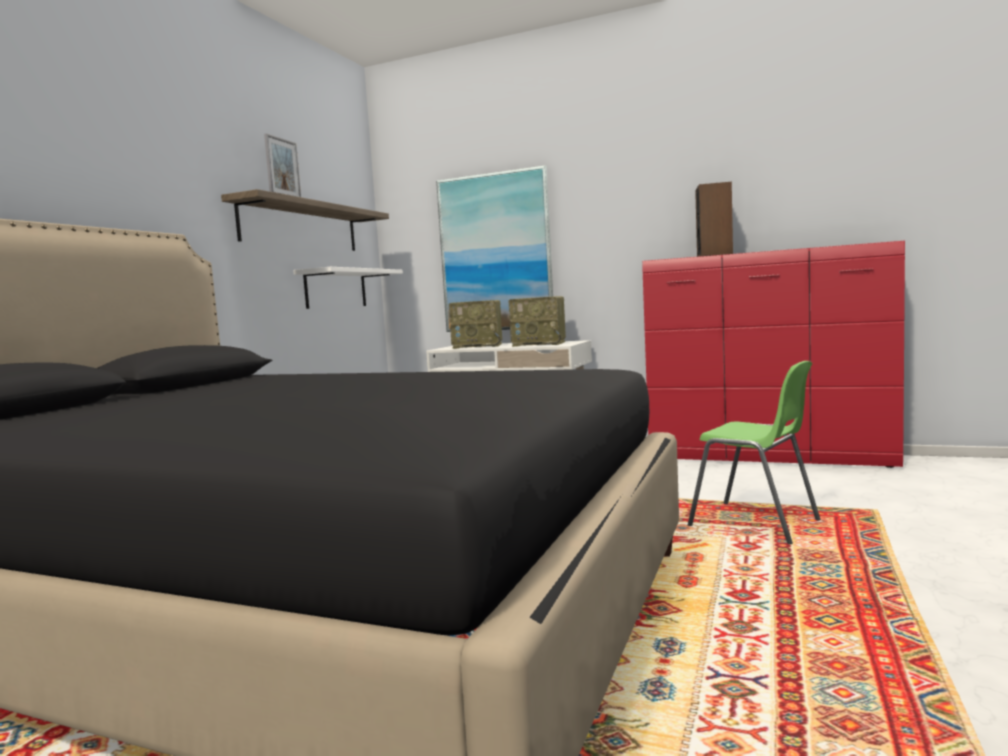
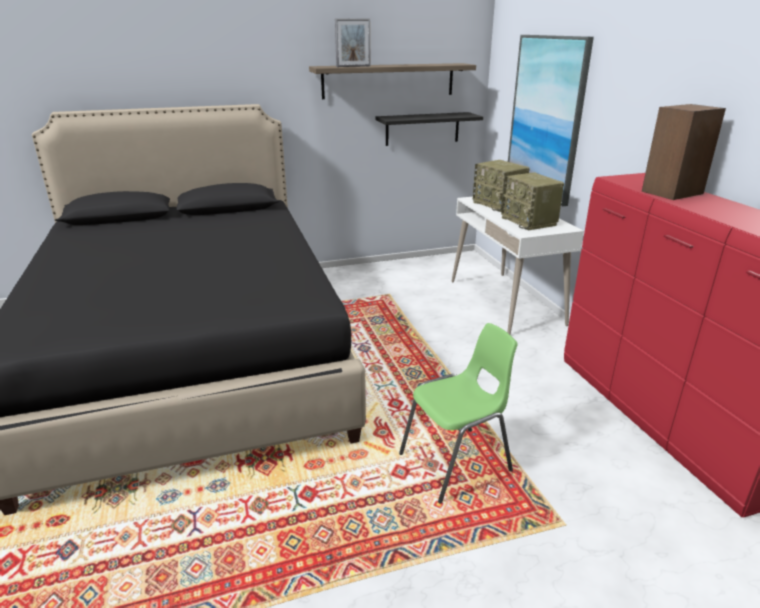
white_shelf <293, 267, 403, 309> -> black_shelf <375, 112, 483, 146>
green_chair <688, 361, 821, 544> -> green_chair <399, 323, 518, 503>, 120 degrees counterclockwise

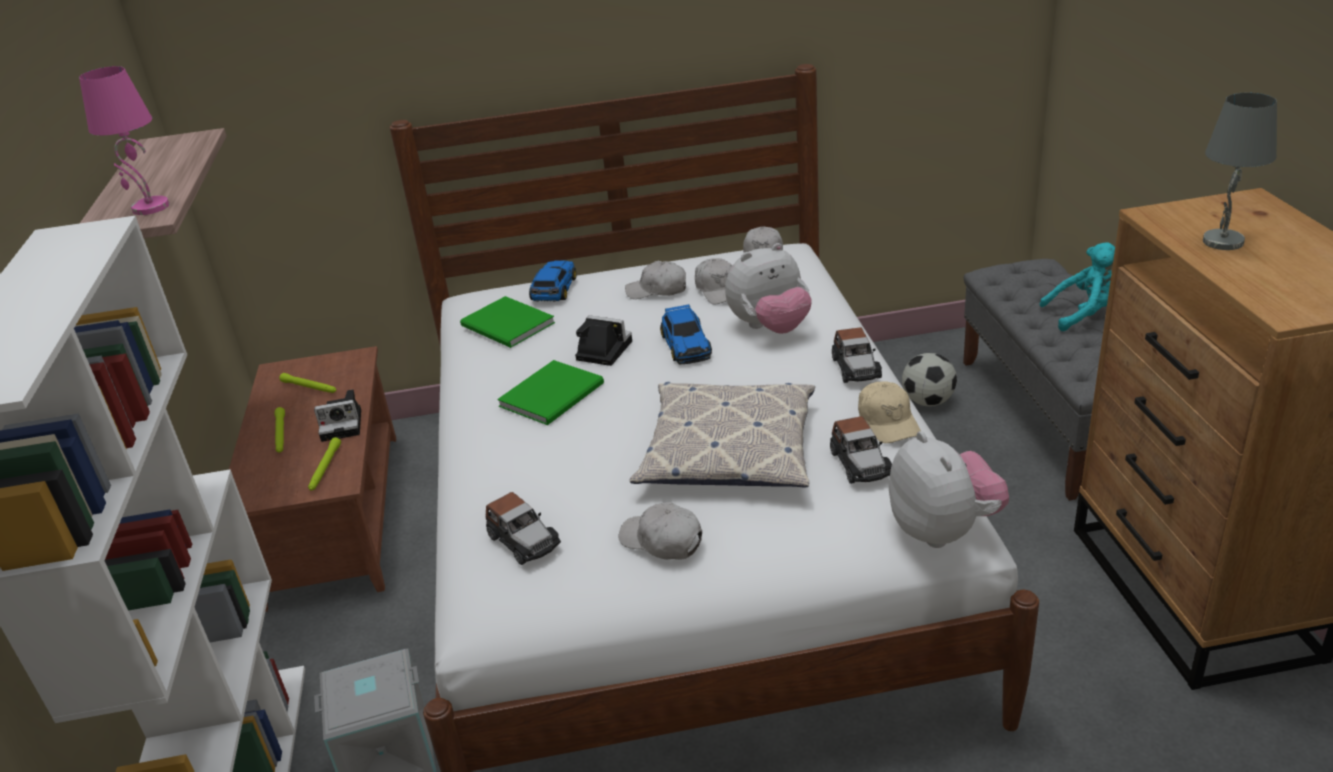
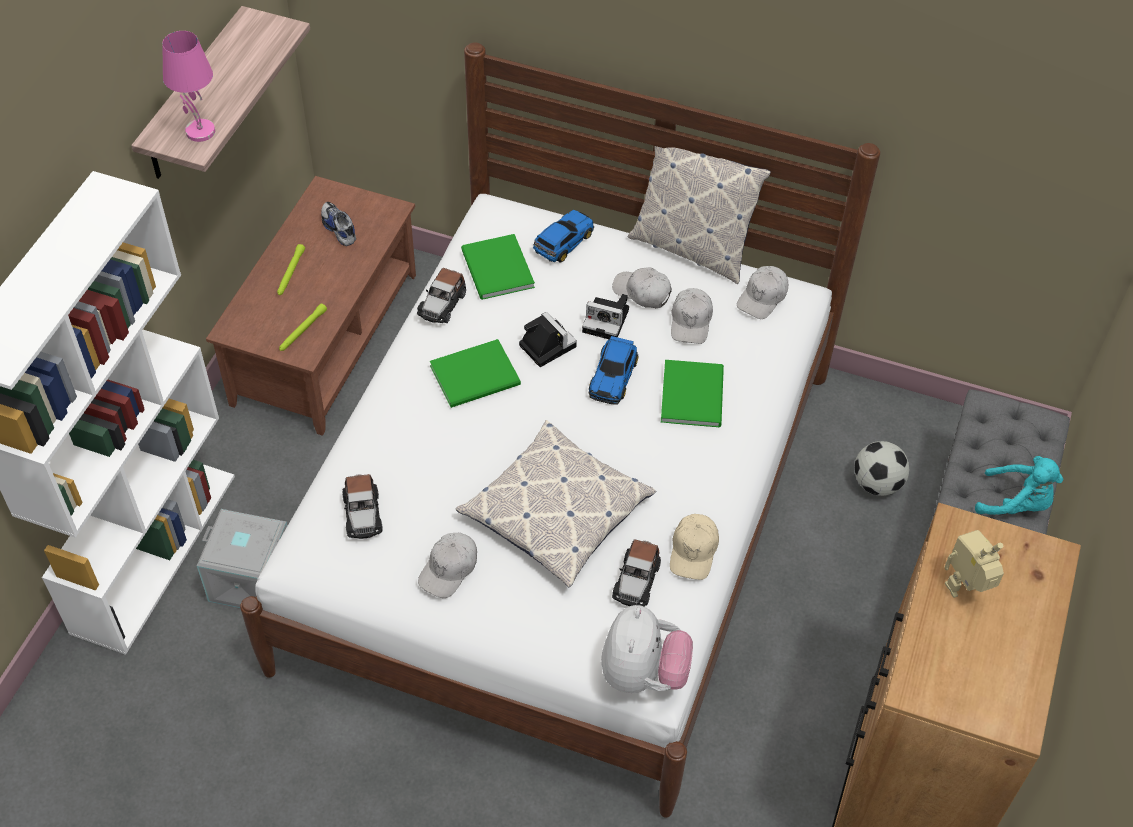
green_flashlight <279, 373, 336, 393> -> shoe <321, 202, 356, 246>
toy_car <832, 327, 882, 383> -> toy_car <417, 268, 466, 323>, move
white_cap <618, 502, 702, 560> -> white_cap <418, 533, 477, 598>, 120 degrees counterclockwise
photo_camera <314, 389, 361, 442> -> photo_camera <582, 294, 629, 339>, move
none -> pillow <628, 146, 771, 284>
plush_toy <725, 243, 812, 334> -> green_book <661, 360, 724, 427>
grey_table_lamp <1203, 93, 1277, 250> -> toy_robot <944, 530, 1004, 598>

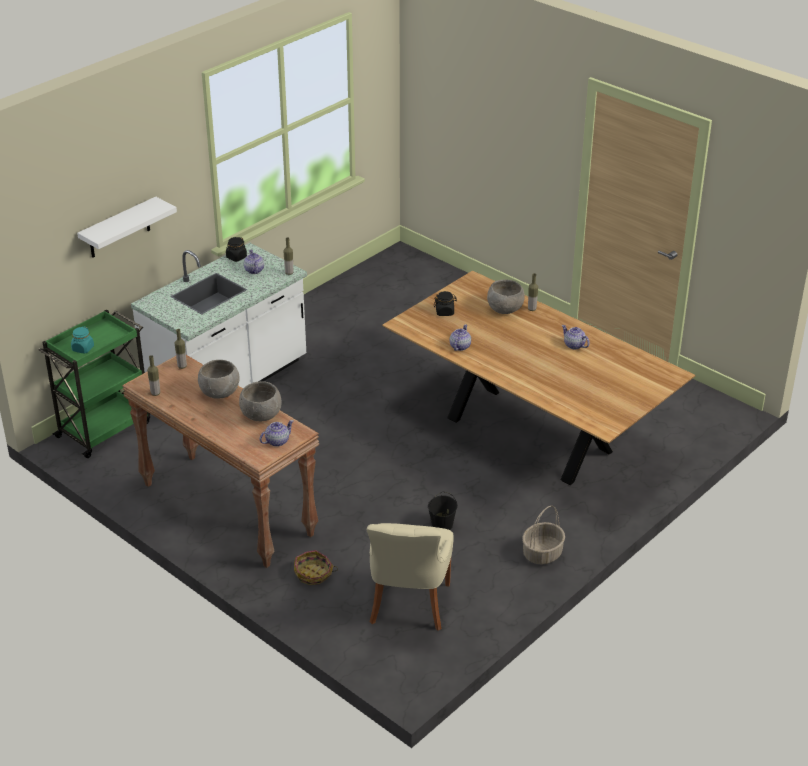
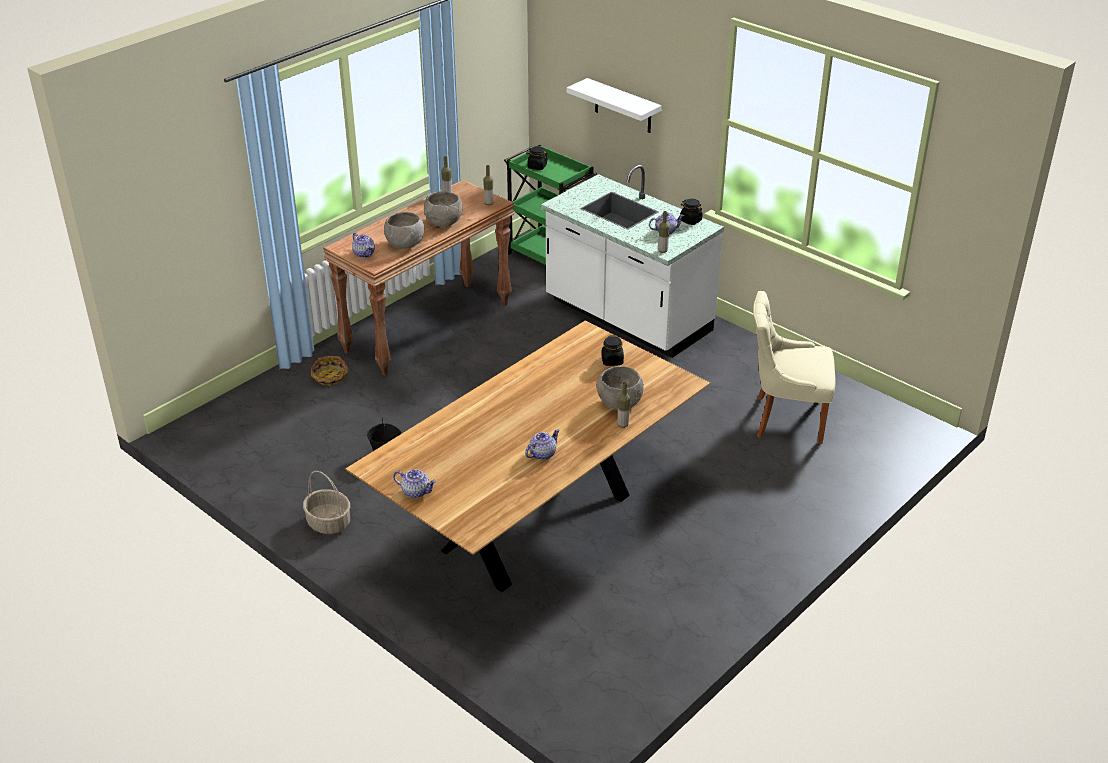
teapot <450, 324, 471, 351> -> teapot <393, 469, 437, 498>, move
turquoise_jar <71, 326, 94, 353> -> black_jar <526, 146, 548, 170>
beige_chair <367, 523, 454, 631> -> beige_chair <753, 291, 836, 444>, move

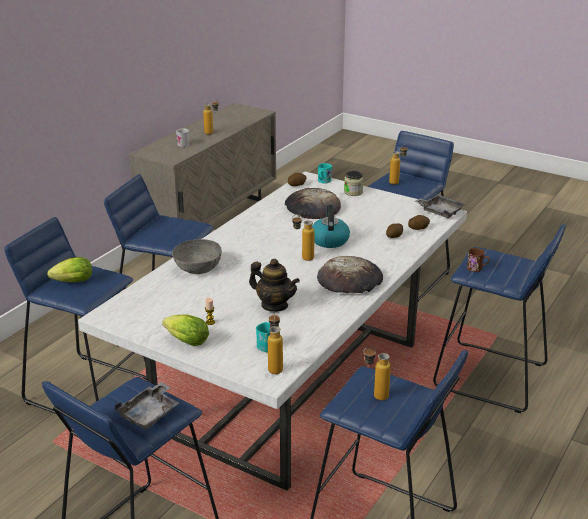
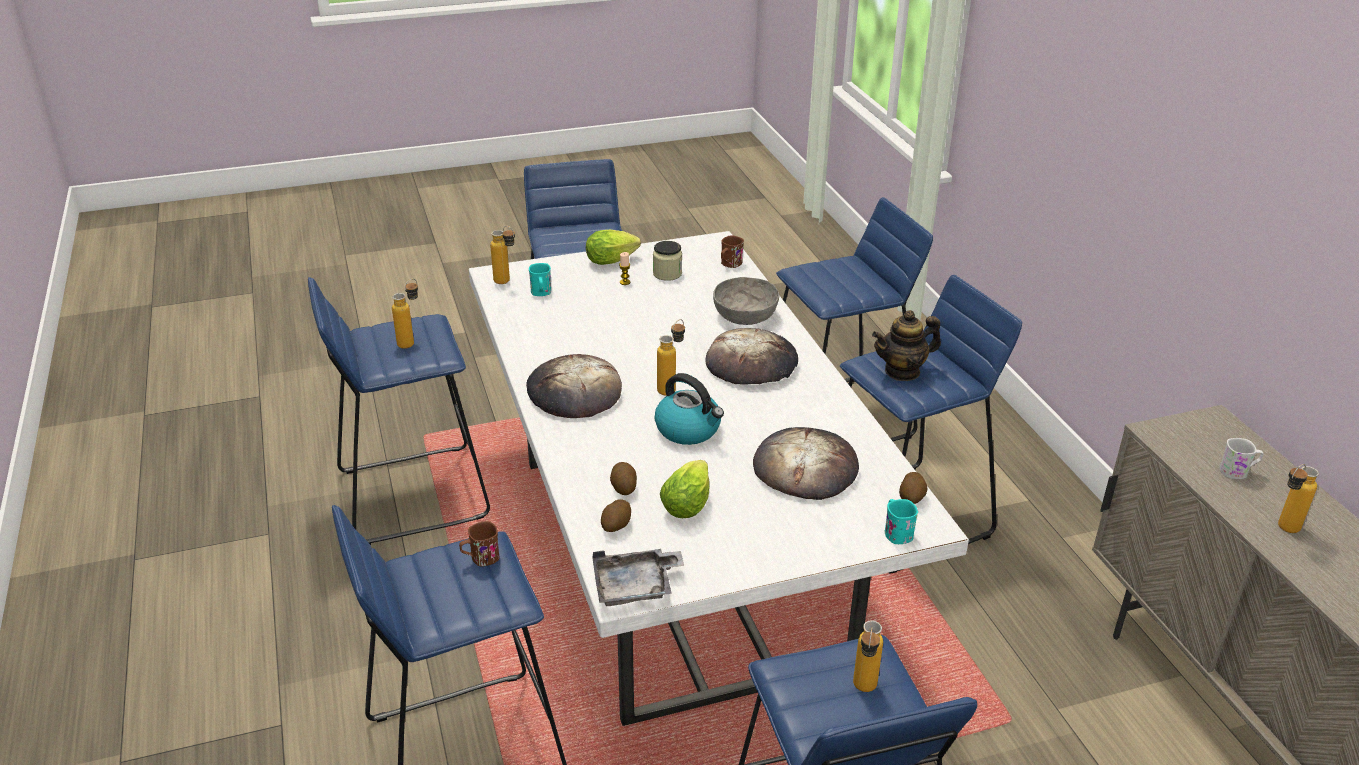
jar <344, 171, 363, 196> -> jar <653, 241, 682, 281>, move
lettuce <47, 257, 92, 282> -> lettuce <660, 460, 710, 518>, move
none -> bread <705, 328, 798, 385>
none -> brown_mug <721, 235, 744, 268>
teapot <249, 259, 300, 312> -> teapot <872, 310, 941, 381>, move
grey_tray <115, 382, 179, 429> -> none

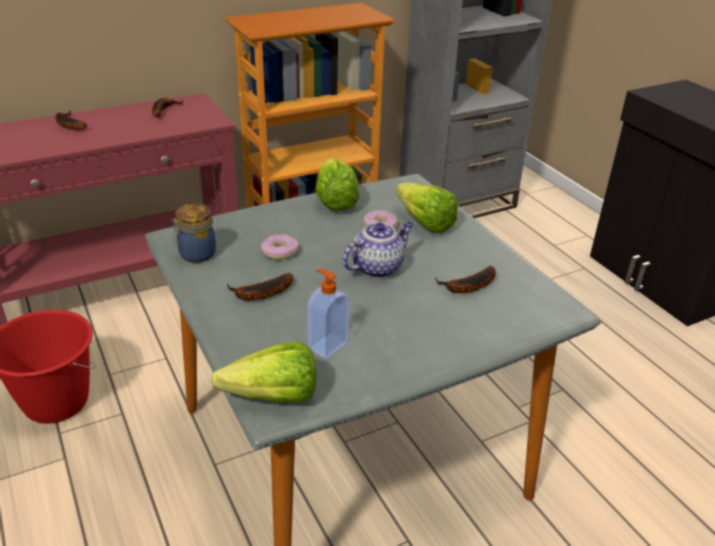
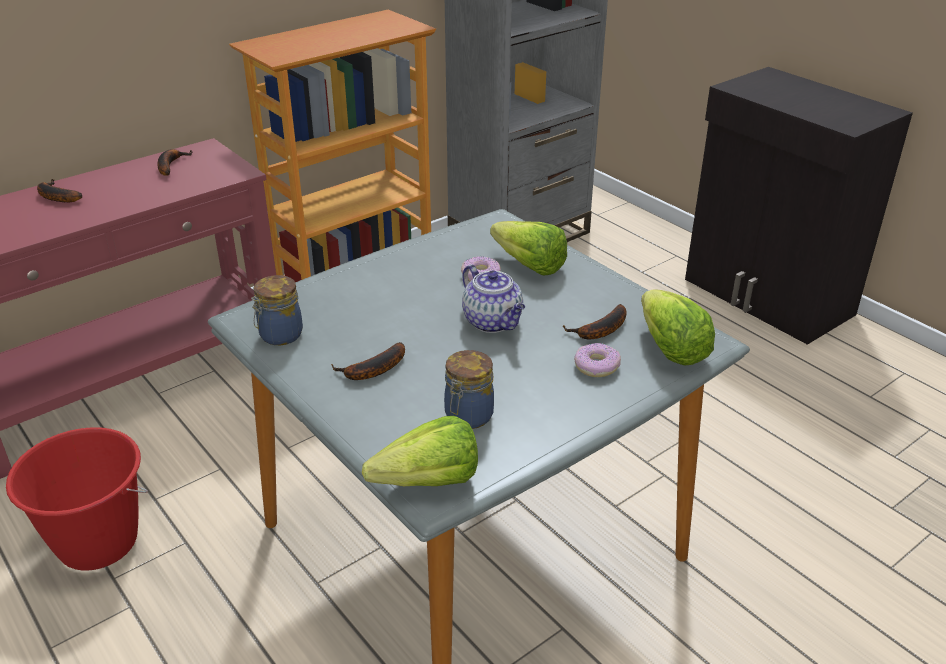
soap_dispenser <307, 269, 350, 359> -> jar <444, 350, 494, 429>
teapot <342, 222, 413, 278> -> teapot <462, 264, 525, 333>, 105 degrees clockwise
donut <261, 234, 299, 260> -> donut <574, 343, 621, 377>, move
lettuce <315, 158, 360, 211> -> lettuce <641, 289, 715, 366>, move

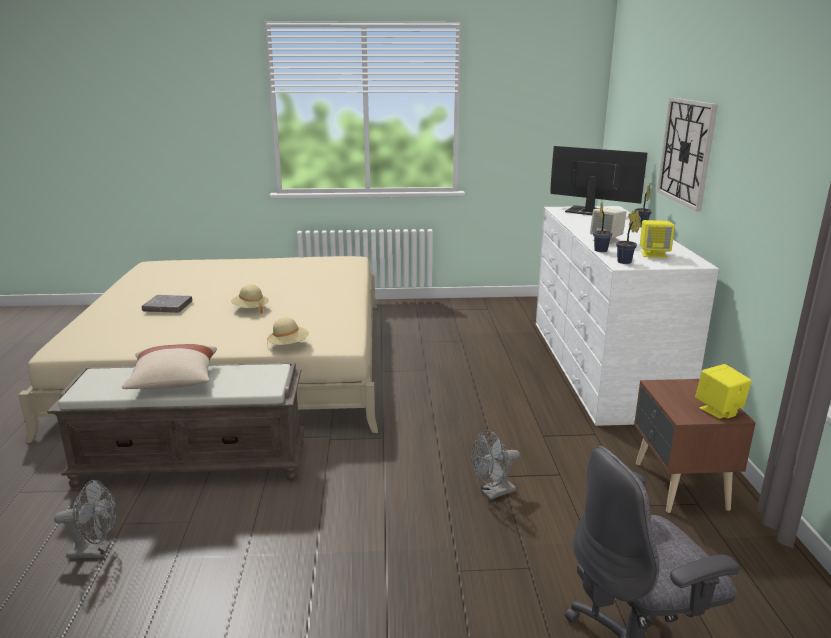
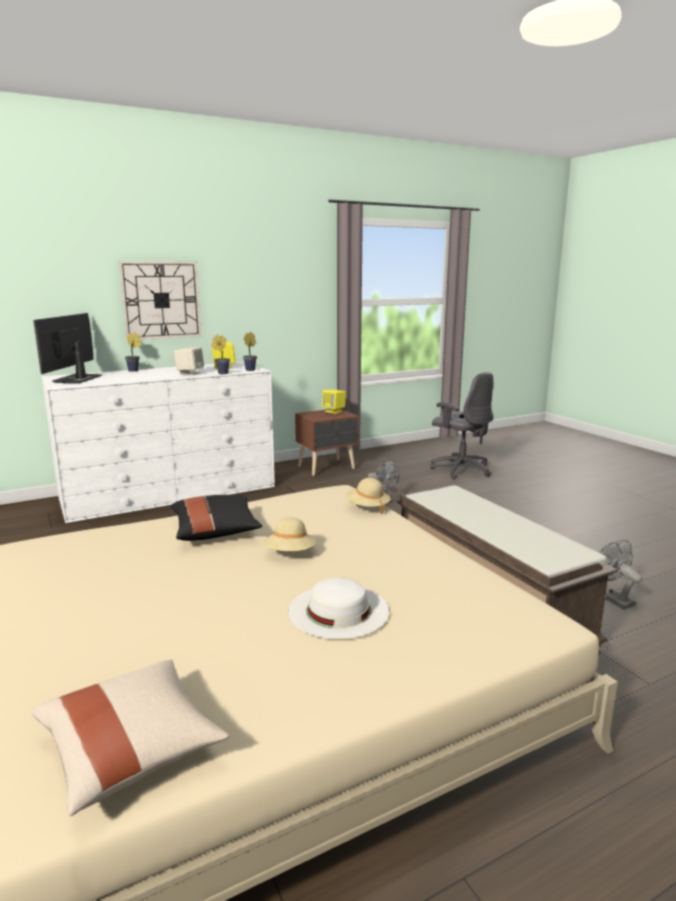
beige_pillow <122, 344, 217, 389> -> beige_pillow <32, 659, 230, 816>, move
none -> black_pillow <171, 495, 262, 541>
grey_book <142, 295, 192, 313> -> white_hat <288, 577, 389, 639>

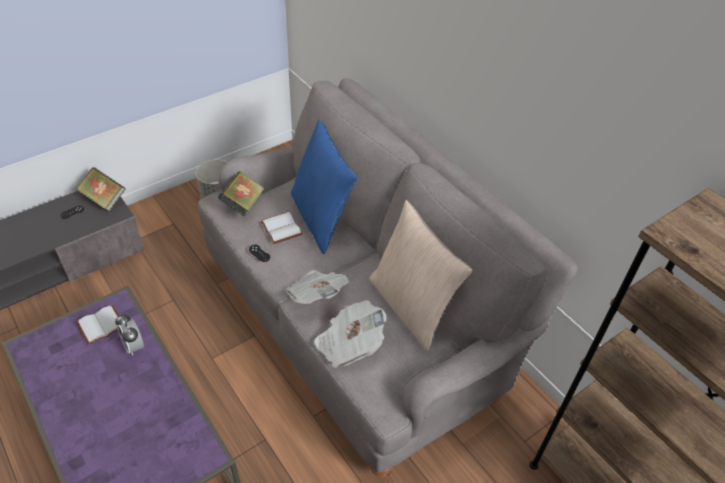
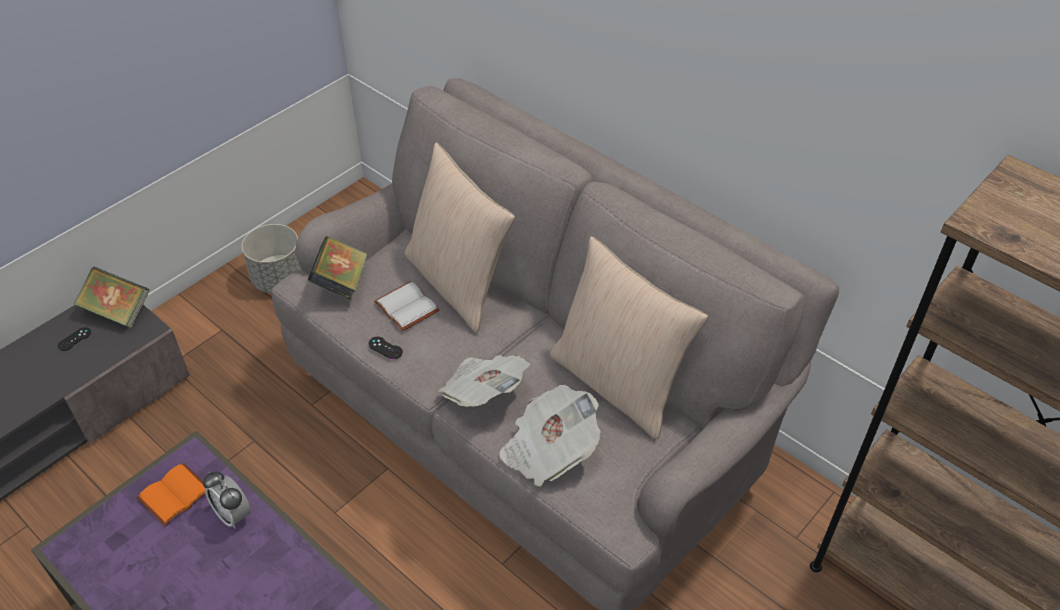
white_book <76, 305, 119, 345> -> orange_book <136, 463, 206, 526>
blue_pillow <291, 119, 358, 254> -> beige_pillow <405, 142, 515, 333>

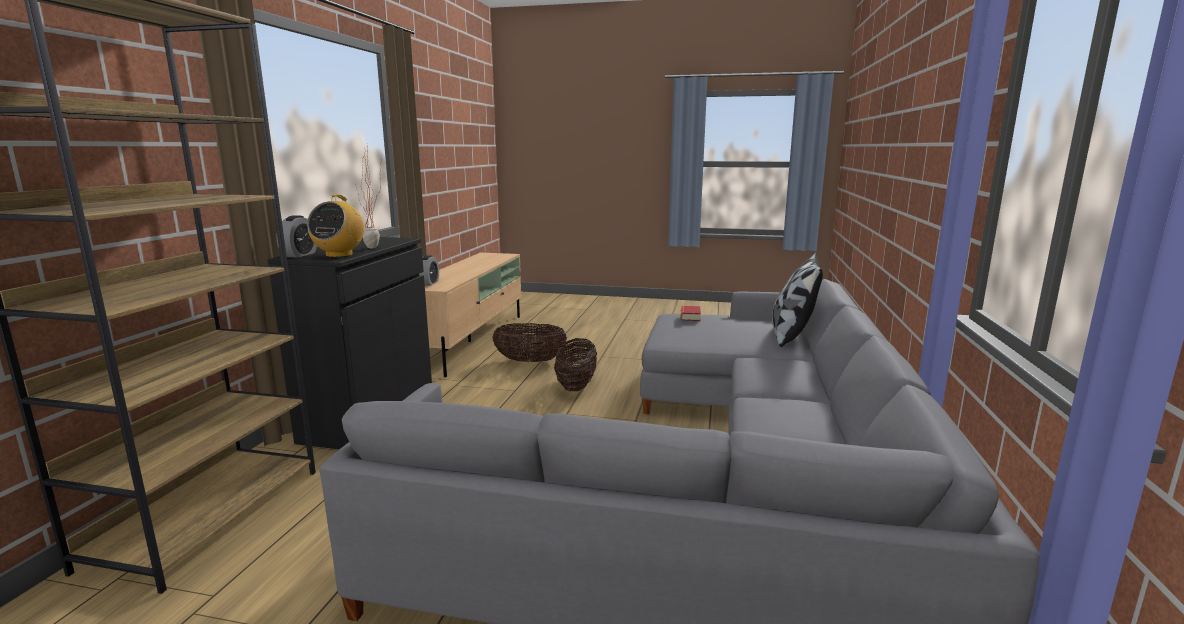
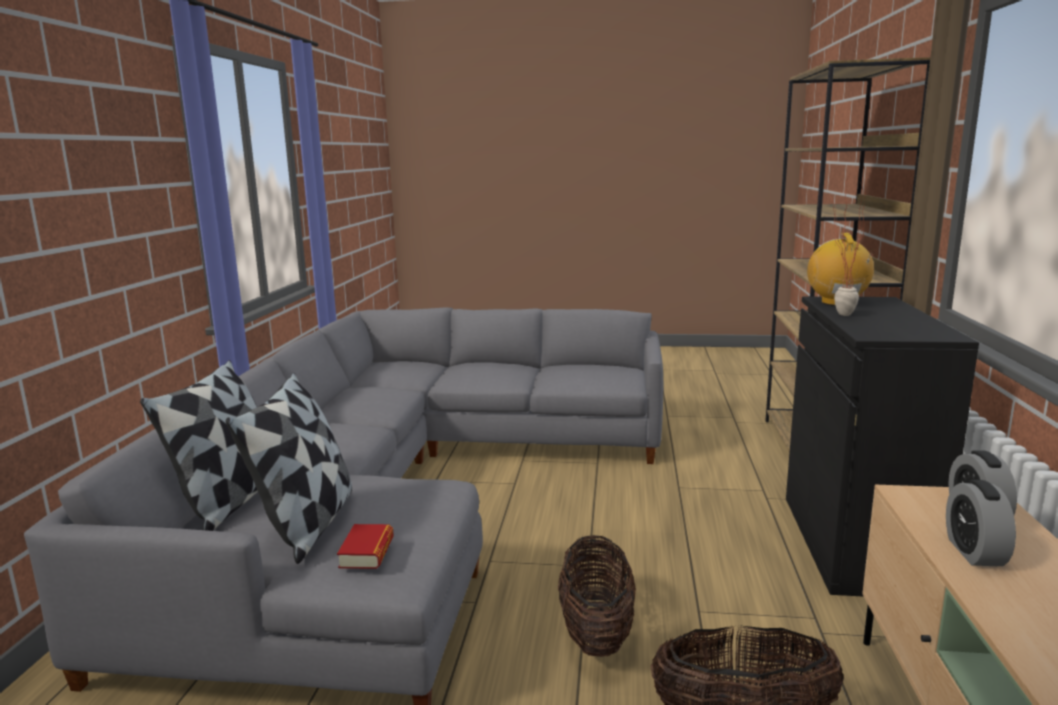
none -> pillow <226, 373, 353, 564>
alarm_clock <276, 215, 317, 258> -> alarm_clock <946, 480, 1016, 567>, move

